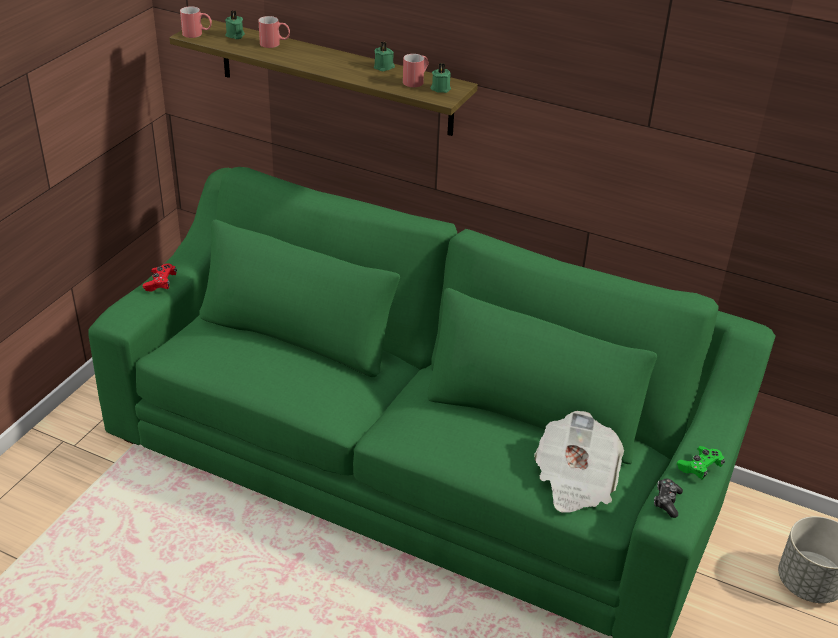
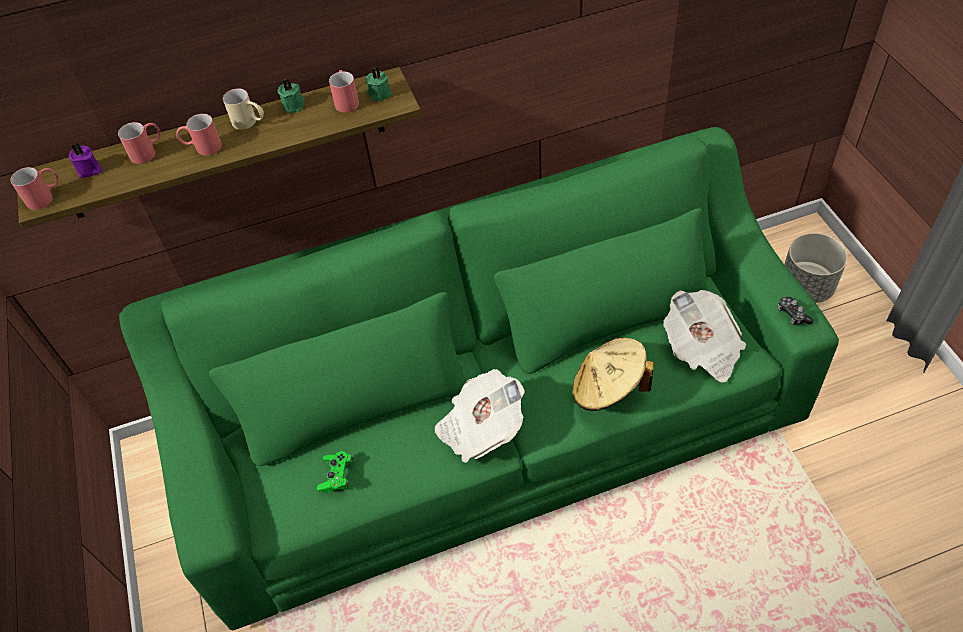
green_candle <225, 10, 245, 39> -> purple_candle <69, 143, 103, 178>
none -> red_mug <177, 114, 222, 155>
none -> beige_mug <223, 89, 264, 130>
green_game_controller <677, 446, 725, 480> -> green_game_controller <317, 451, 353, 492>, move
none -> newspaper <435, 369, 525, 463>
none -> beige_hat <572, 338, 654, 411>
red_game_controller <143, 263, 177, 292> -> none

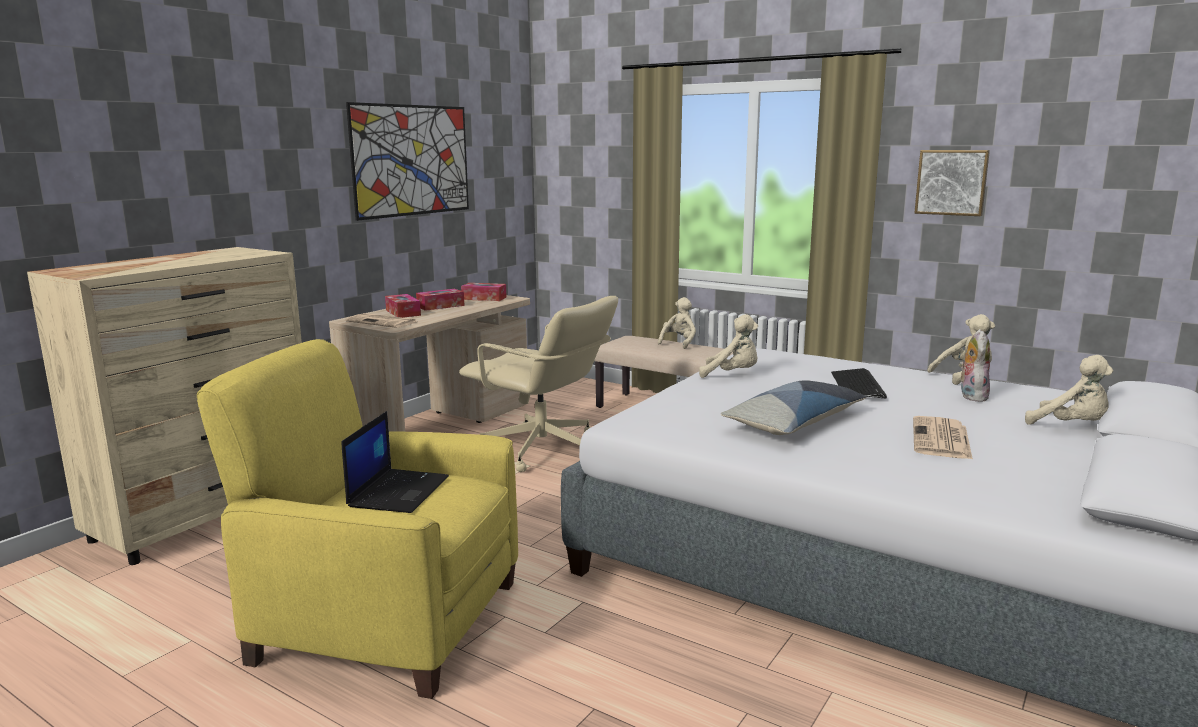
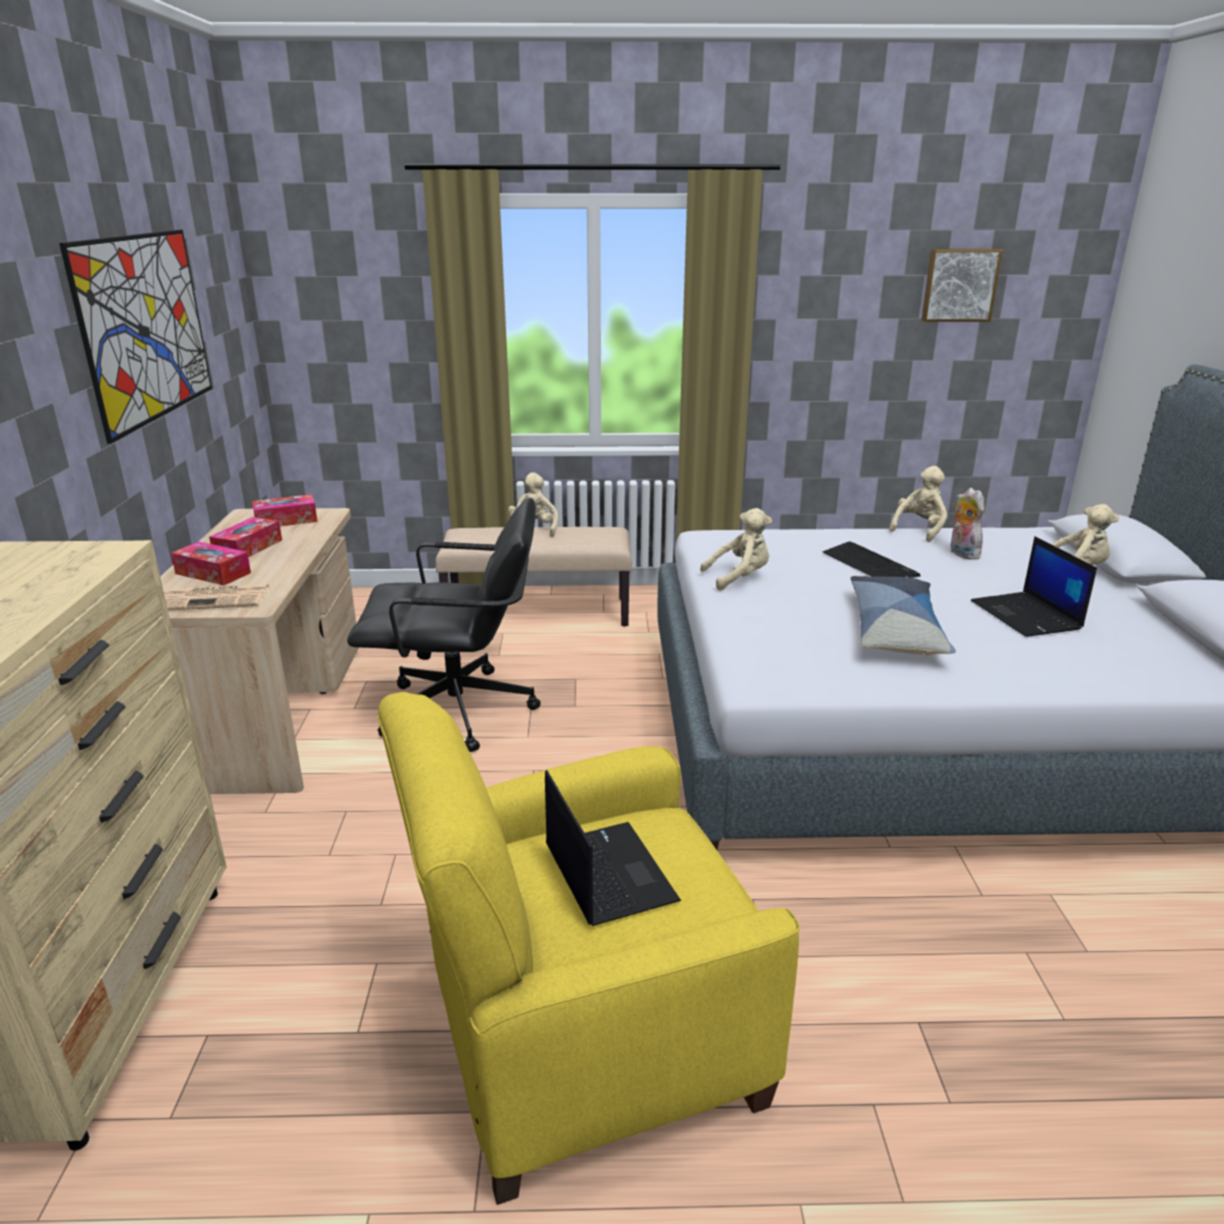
beige_office_chair <459, 296, 618, 472> -> black_office_chair <347, 498, 541, 752>
picture <914, 150, 990, 216> -> picture <921, 249, 1003, 322>, move
newspaper <913, 416, 973, 460> -> laptop <971, 536, 1097, 637>

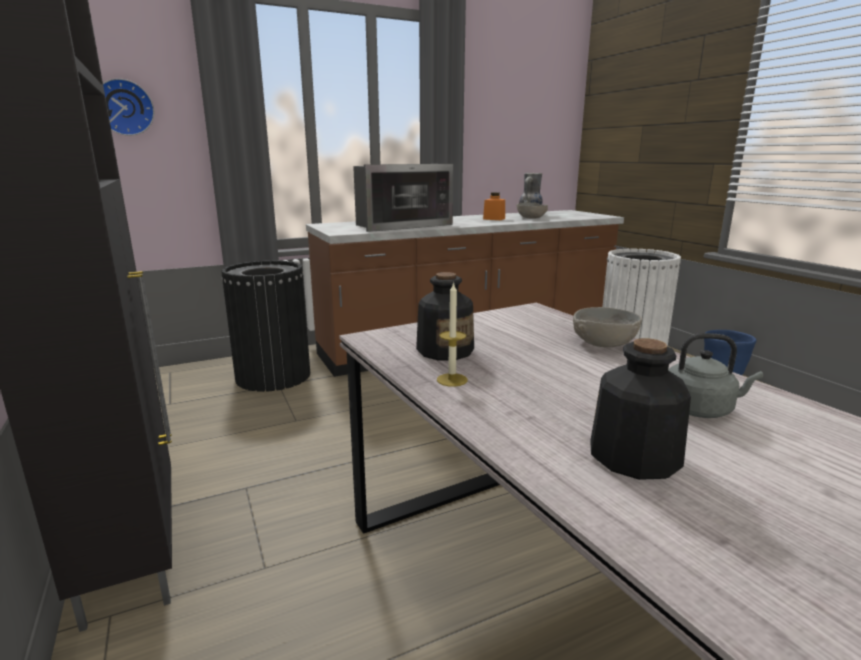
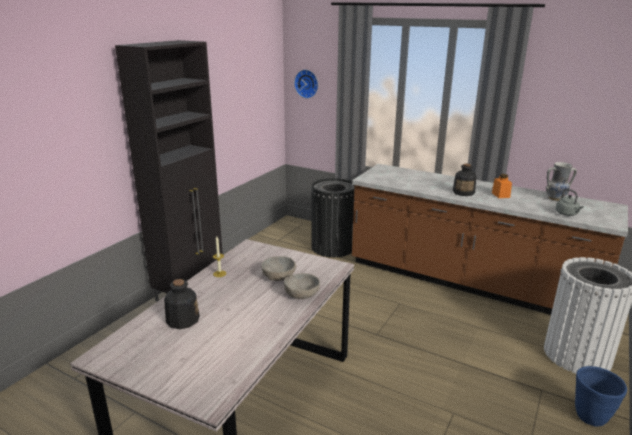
grey_bowl <517, 203, 548, 219> -> grey_bowl <262, 256, 297, 281>, move
bottle <416, 272, 474, 360> -> bottle <453, 163, 476, 196>, move
grey_kettle <668, 333, 763, 418> -> grey_kettle <556, 189, 584, 216>, move
microwave <353, 164, 453, 232> -> none

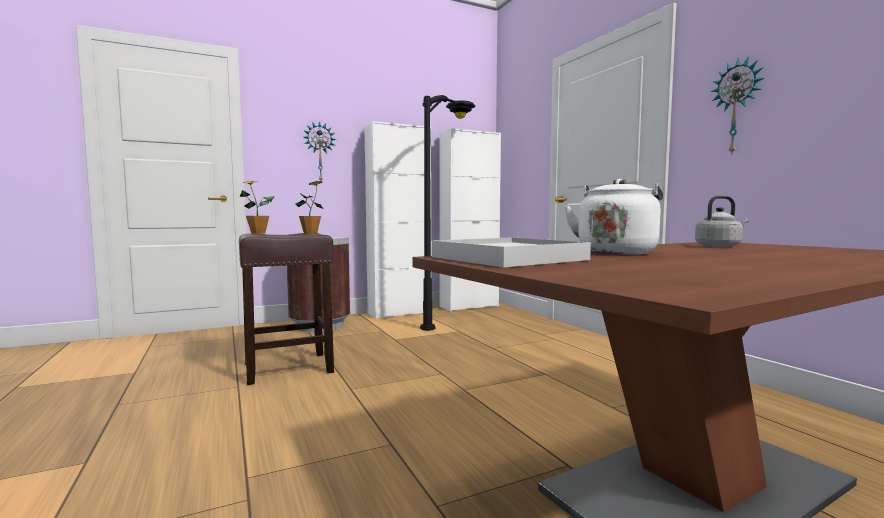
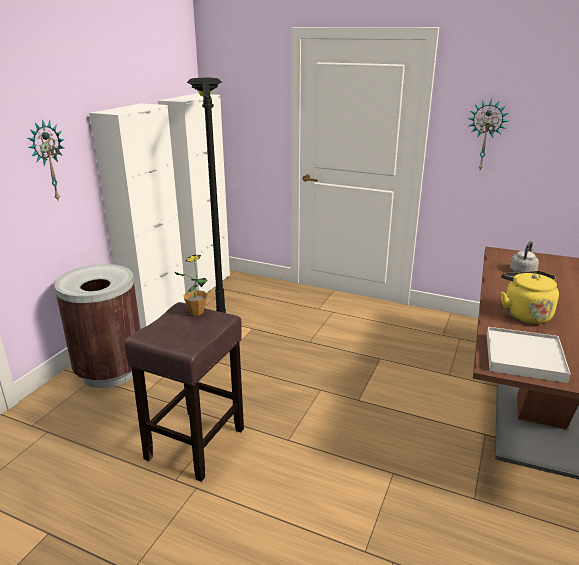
white_kettle <564, 179, 663, 255> -> yellow_kettle <501, 271, 559, 324>
potted_plant <240, 181, 275, 234> -> none

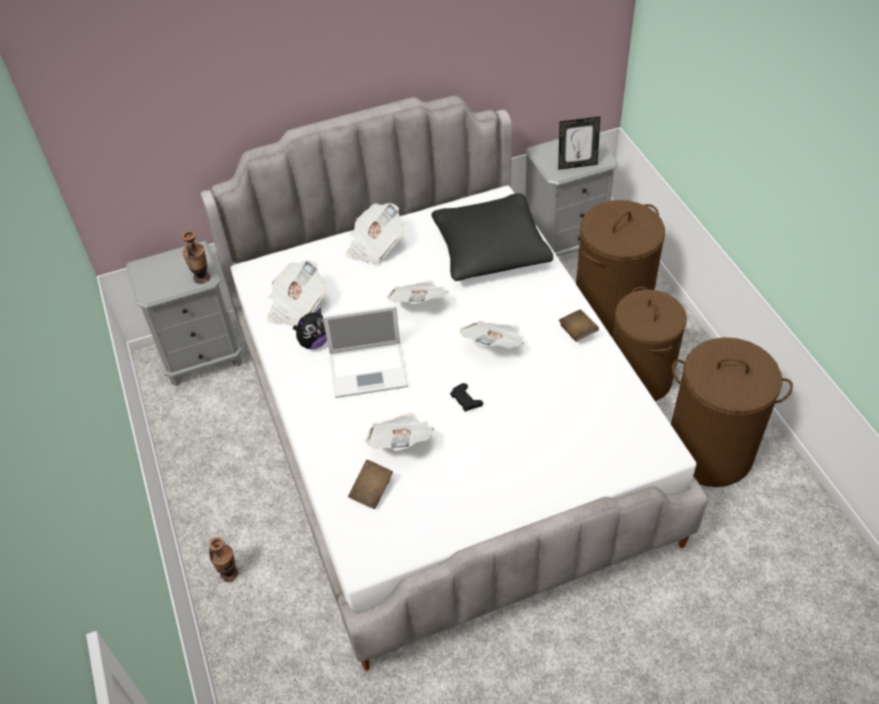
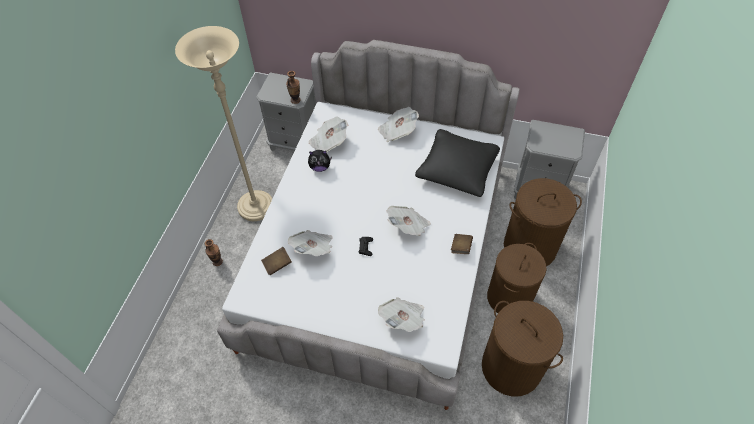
none -> beige_floor_lamp <175, 26, 272, 221>
newspaper <387, 280, 449, 304> -> newspaper <378, 297, 425, 332>, move
laptop <323, 305, 408, 398> -> none
picture_frame <558, 117, 600, 170> -> none

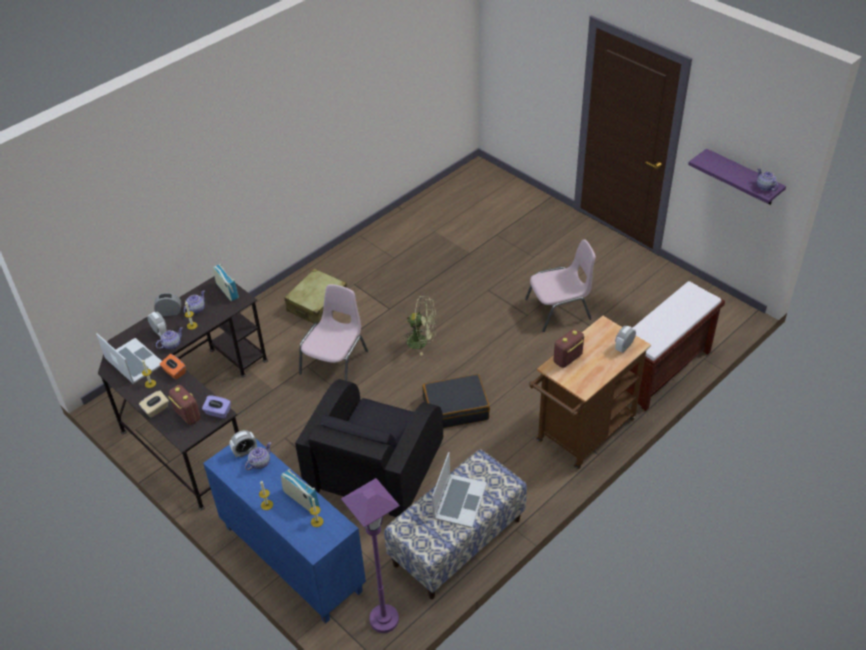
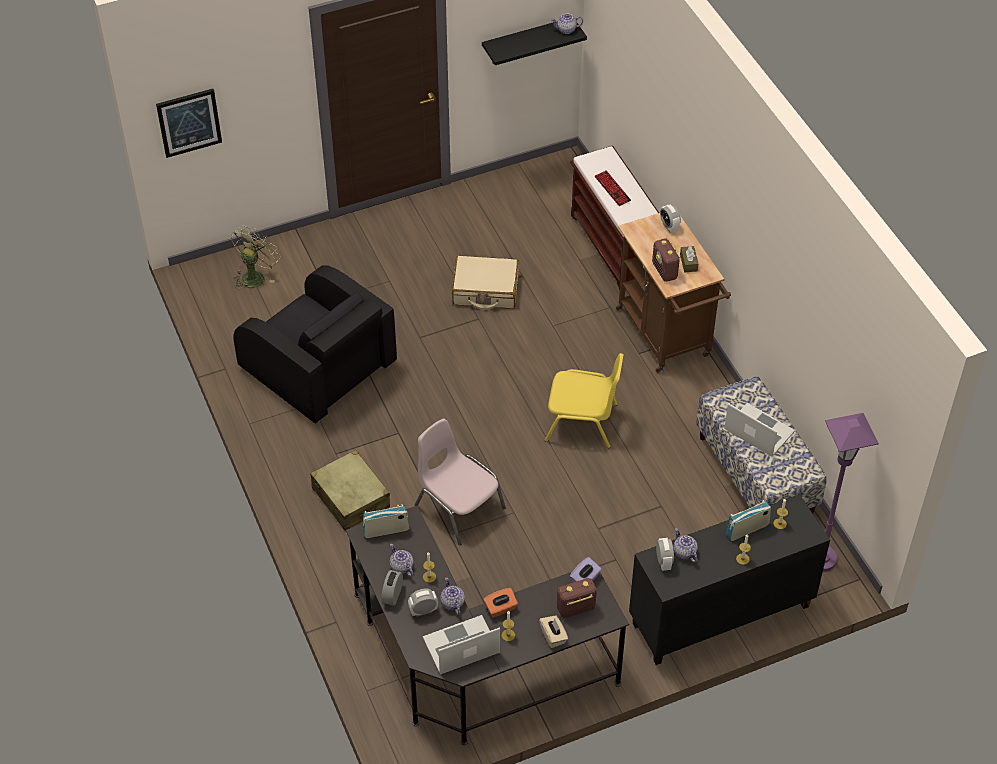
none -> picture <156, 89, 222, 158>
green_fan <401, 296, 437, 356> -> green_fan <231, 225, 280, 290>, move
black_armchair <295, 379, 443, 517> -> black_armchair <233, 265, 397, 424>, move
pink_chair <525, 239, 596, 332> -> beige_suitcase <452, 255, 519, 310>
purple_shelf <688, 148, 786, 205> -> black_shelf <482, 23, 587, 65>
black_suitcase <422, 374, 490, 428> -> yellow_chair <545, 353, 624, 448>
none -> keyboard <595, 170, 631, 206>
blue_cabinet <203, 438, 366, 623> -> black_cabinet <629, 494, 830, 665>
none -> brown_tissue_box <680, 246, 698, 272>

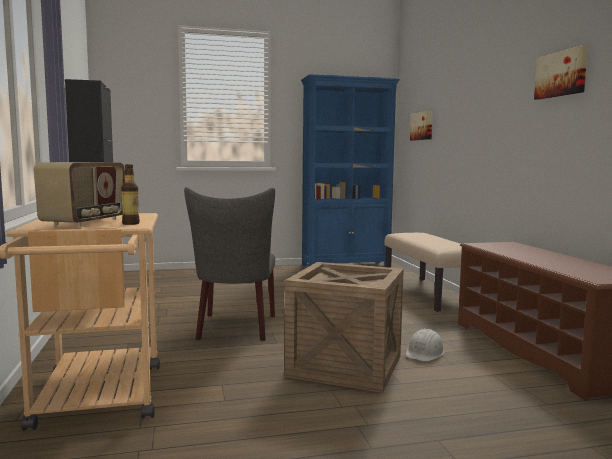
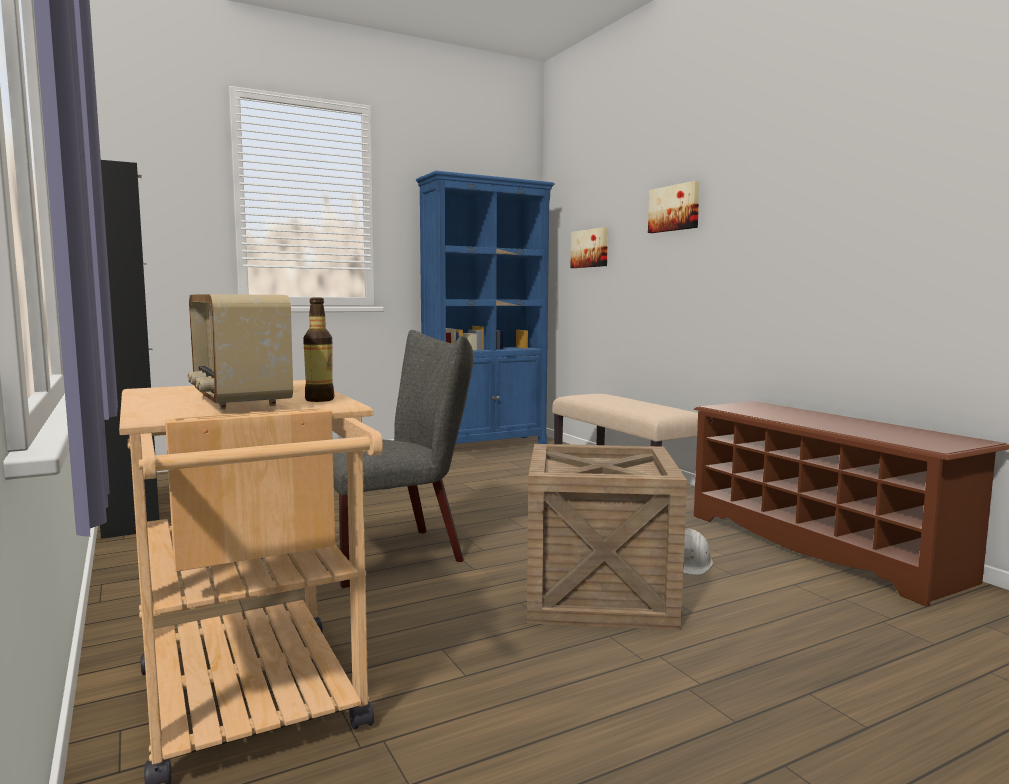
radio <34, 162, 125, 226> -> radio <188, 294, 293, 410>, 150 degrees clockwise
grey_chair <184, 187, 275, 341> -> grey_chair <333, 330, 473, 588>, 105 degrees counterclockwise
picture <534, 45, 588, 100> -> picture <648, 181, 700, 233>, move

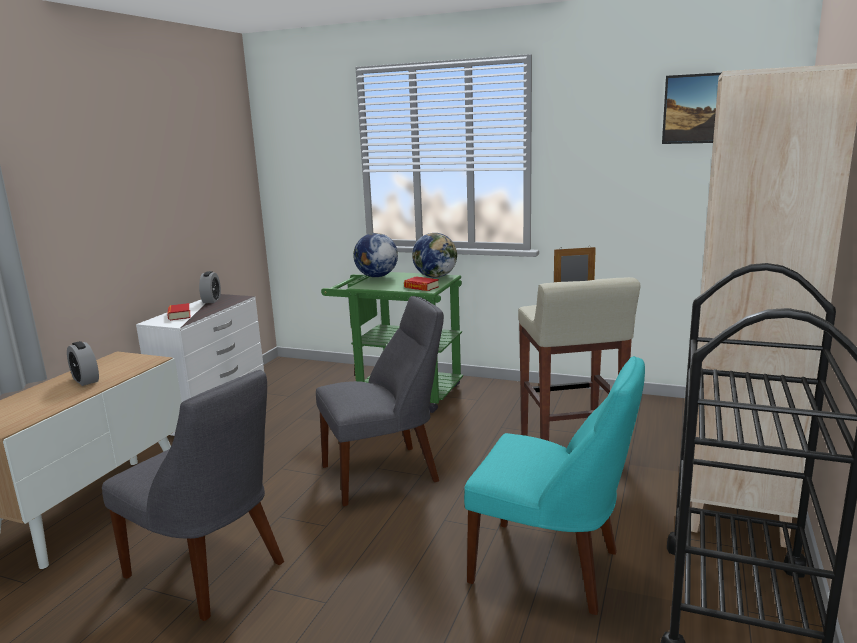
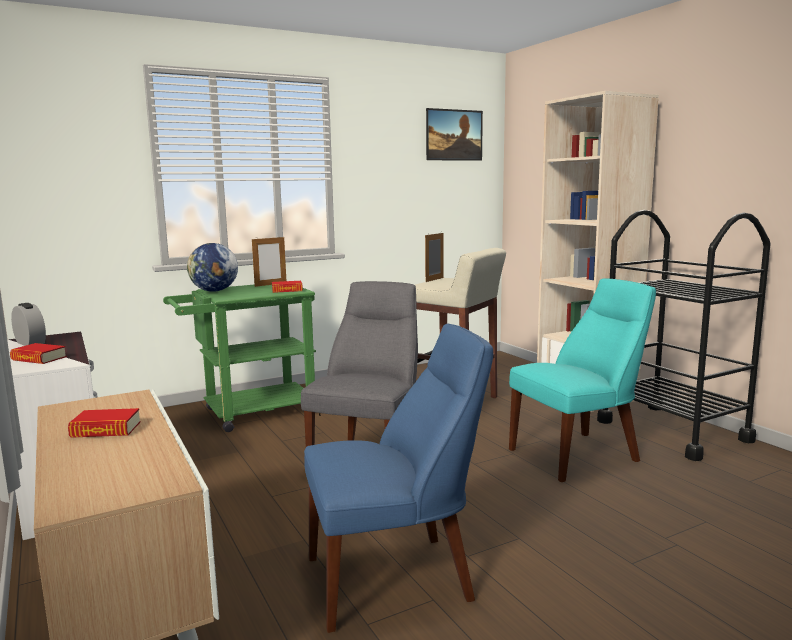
alarm_clock <67, 341, 99, 386> -> book <68, 408, 140, 438>
globe <412, 233, 457, 278> -> picture_frame <252, 237, 286, 287>
grey_chair <102, 370, 284, 621> -> blue_chair <304, 324, 493, 633>

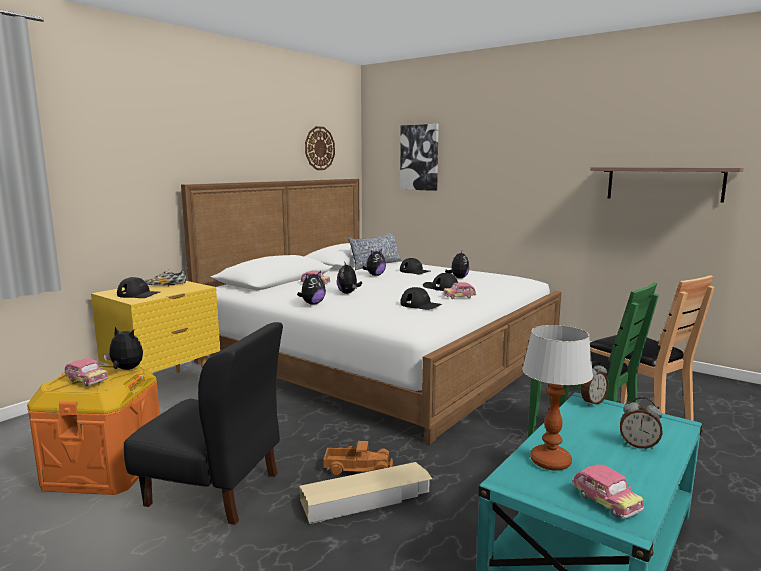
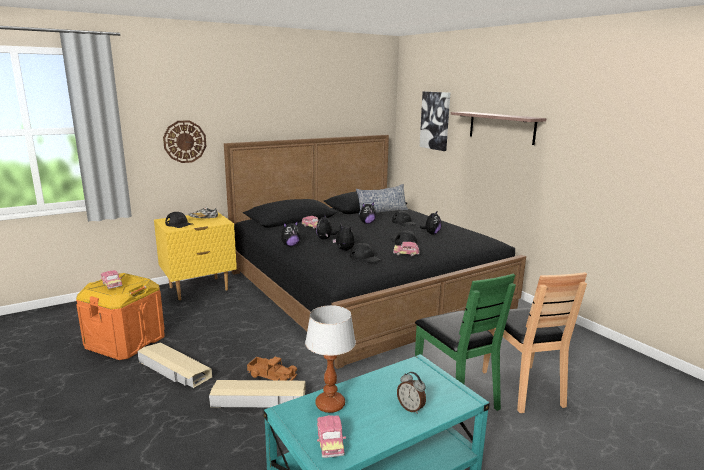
black_chair <124, 322, 283, 525> -> beige_storage_box <137, 342, 212, 388>
wall_clock <305, 126, 335, 170> -> wall_clock <163, 120, 206, 163>, move
white_bed <181, 179, 561, 444> -> black_bed <224, 135, 526, 369>
plush_toy <104, 327, 143, 370> -> plush_toy <332, 224, 355, 250>, move
shelf <590, 167, 744, 203> -> shelf <451, 112, 547, 145>, move
alarm_clock <581, 361, 609, 406> -> none

